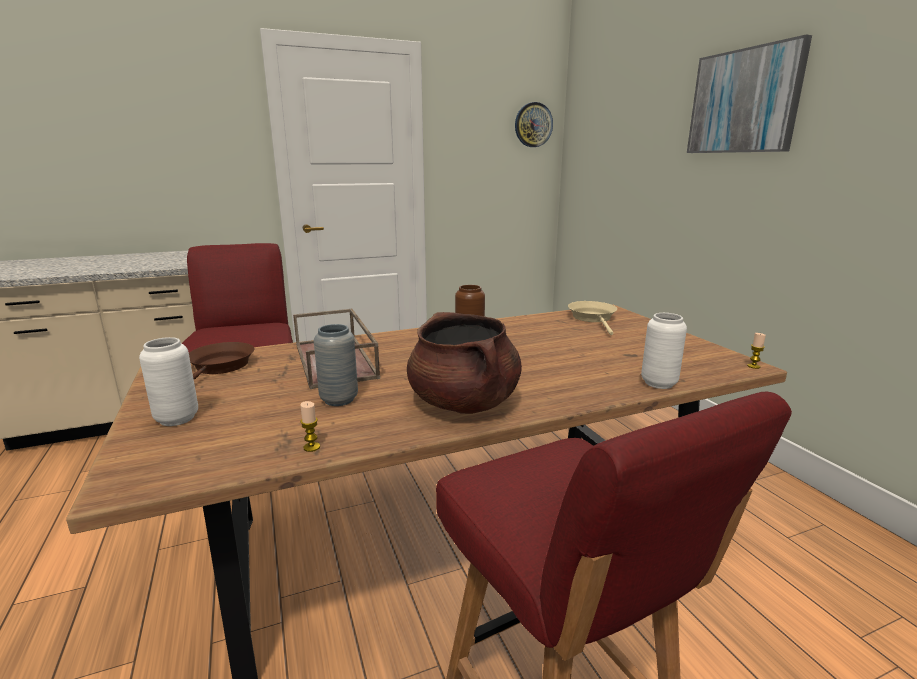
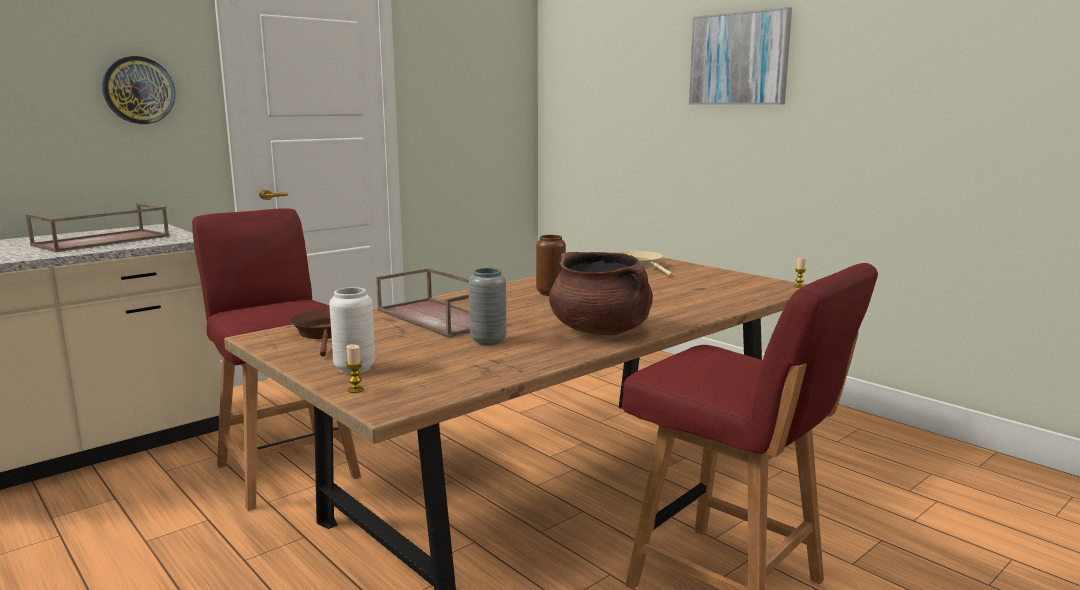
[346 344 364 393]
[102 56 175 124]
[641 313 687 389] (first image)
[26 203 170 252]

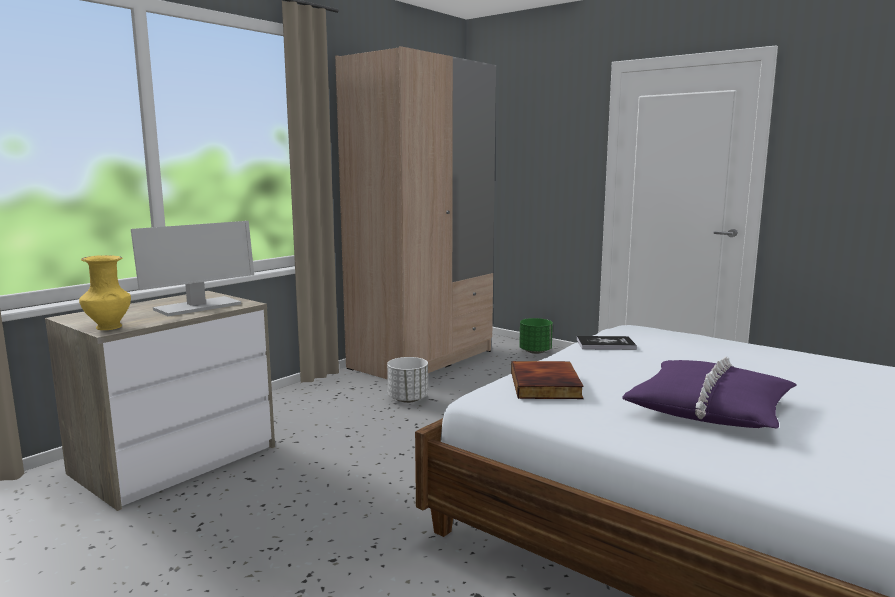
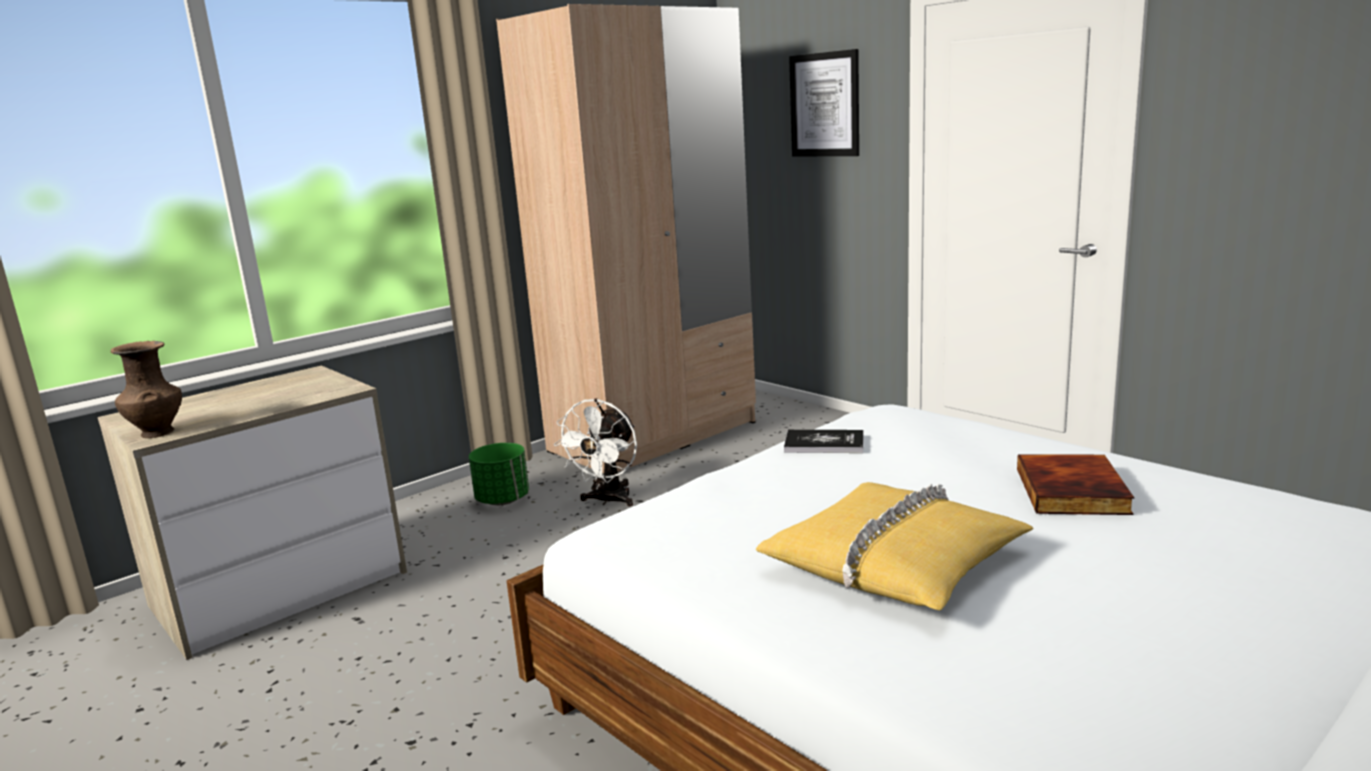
[110 341 182 438]
[131 221 254 316] (first image)
[554 398 637 506]
[1017 454 1134 515]
[469 443 529 505]
[756 482 1034 611]
[789 49 859 156]

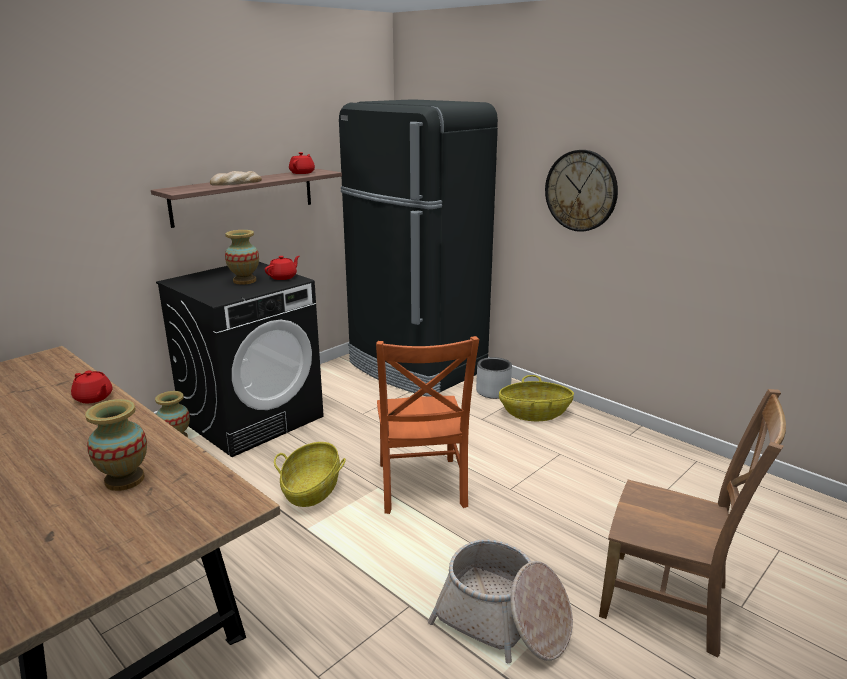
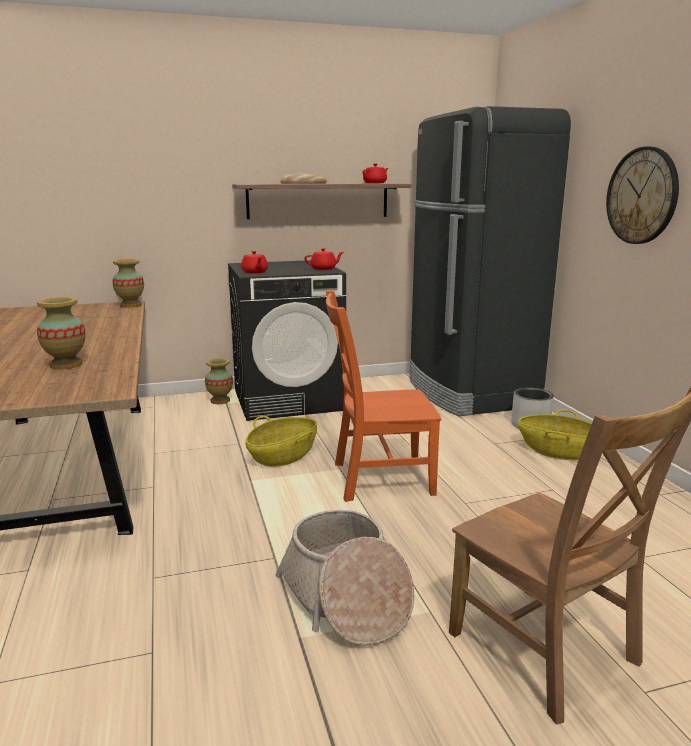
[241 251 268 274]
[112 259 144 308]
[326 290 441 502]

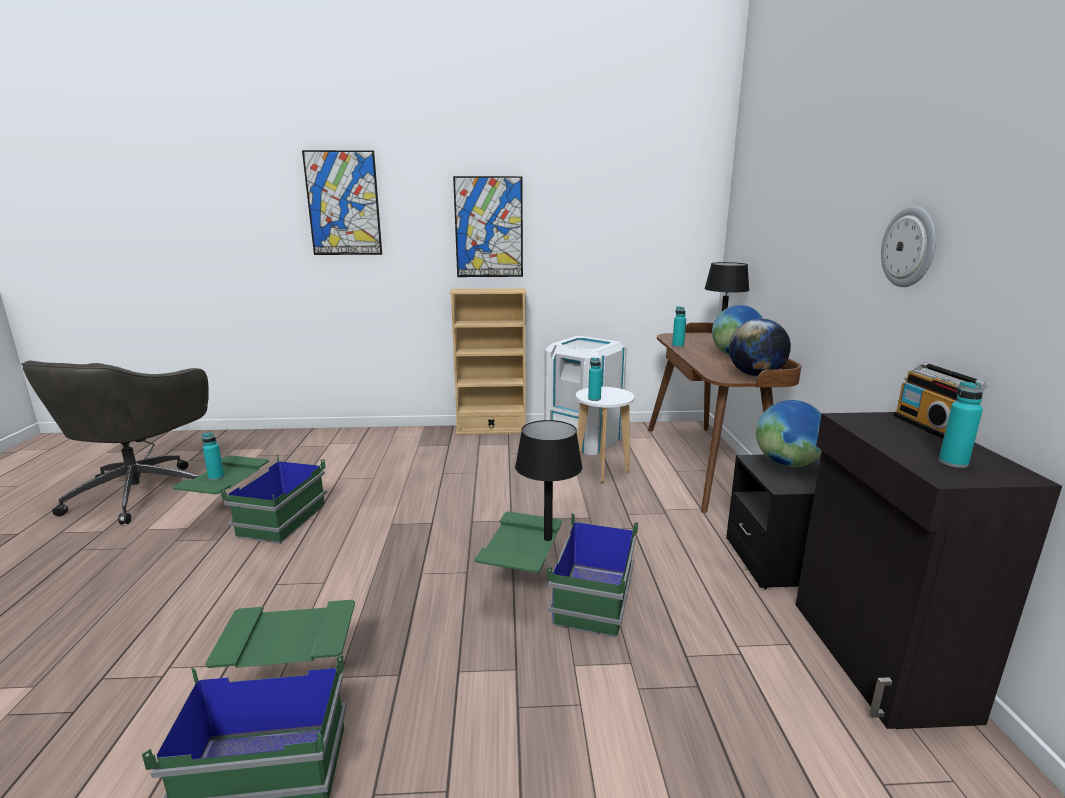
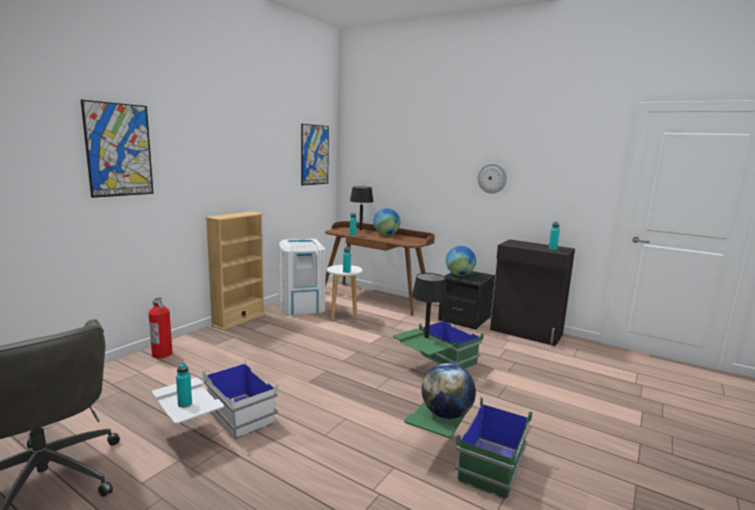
[152 358 279 439]
[301 124 329 186]
[422 363 476 419]
[893 362 987 439] (first image)
[148 297 172 358]

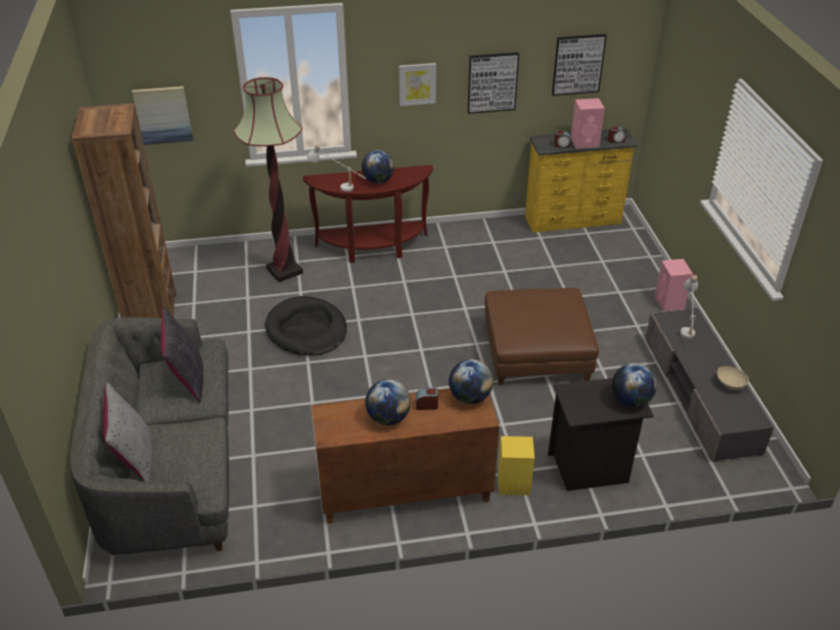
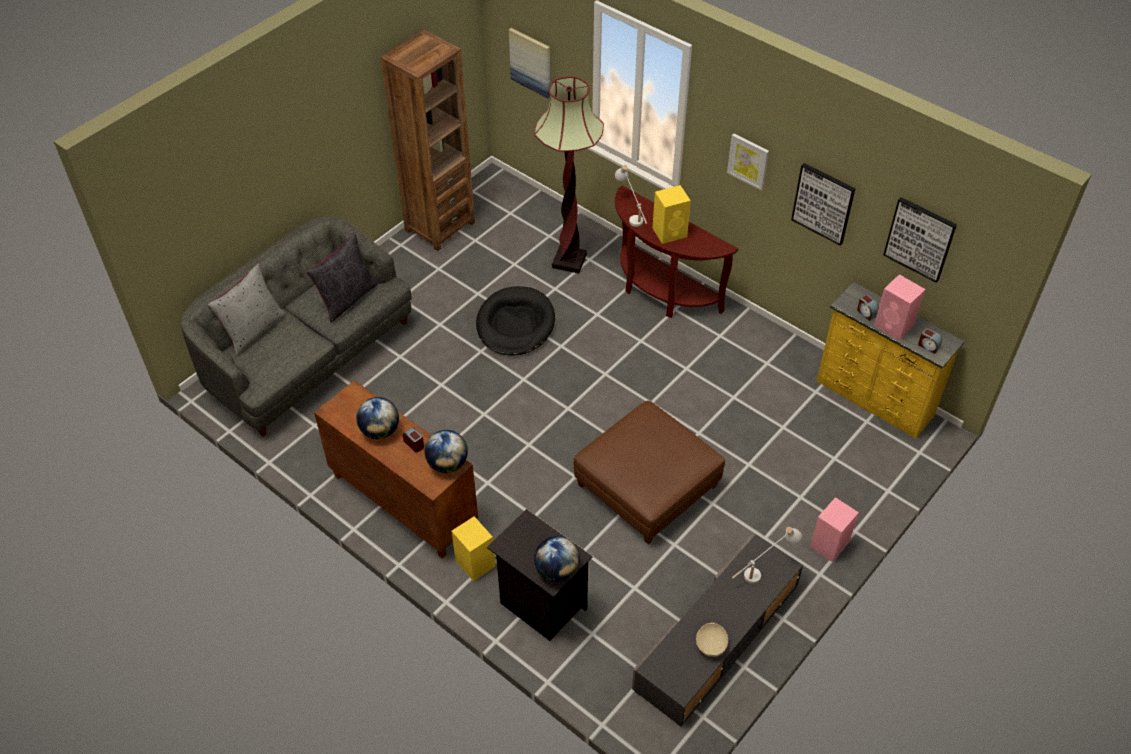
[652 185 691 244]

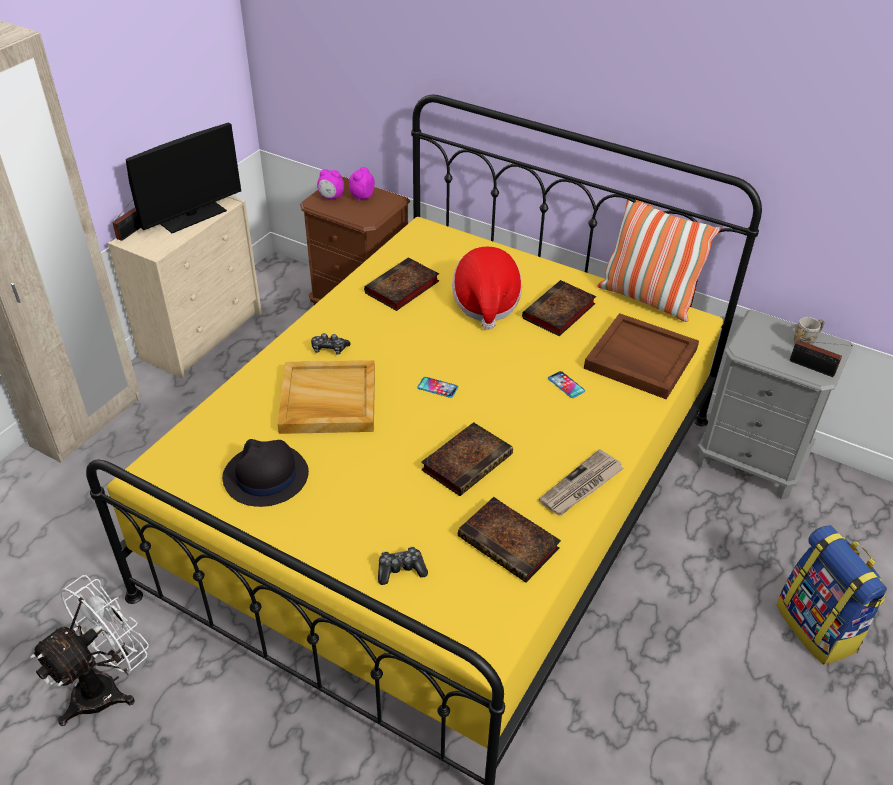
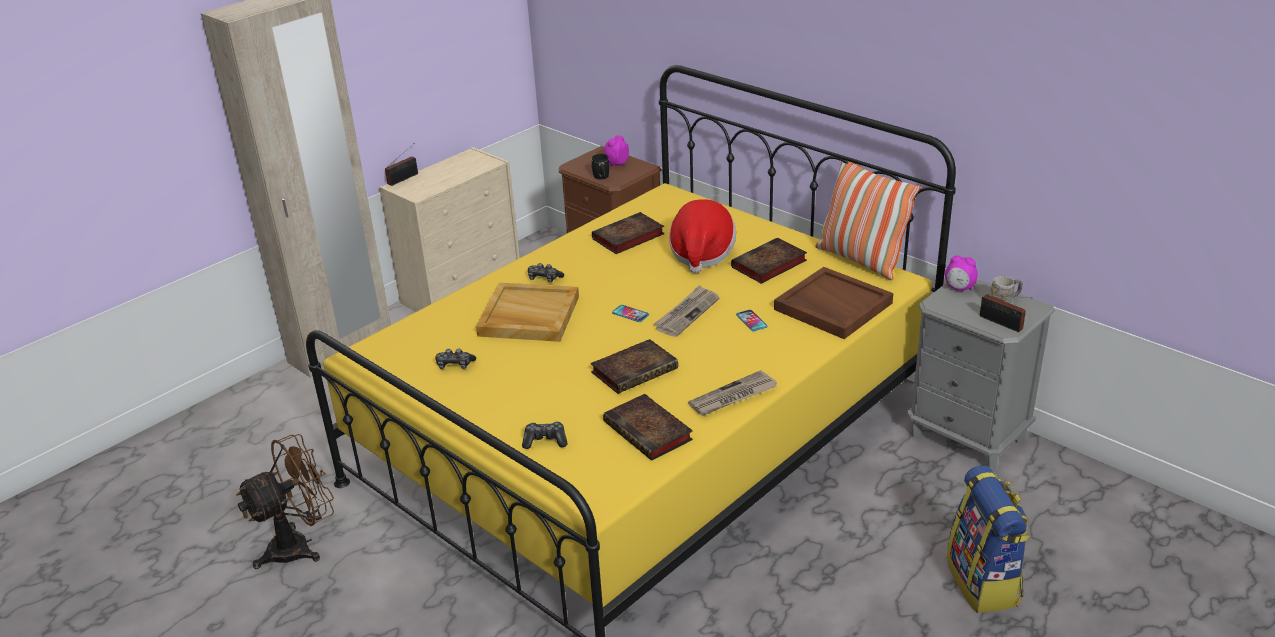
[236 434 334 569]
[126 123 241 233] (first image)
[435 349 476 369]
[945 256 978 291]
[591 154 610 179]
[654 285 720 337]

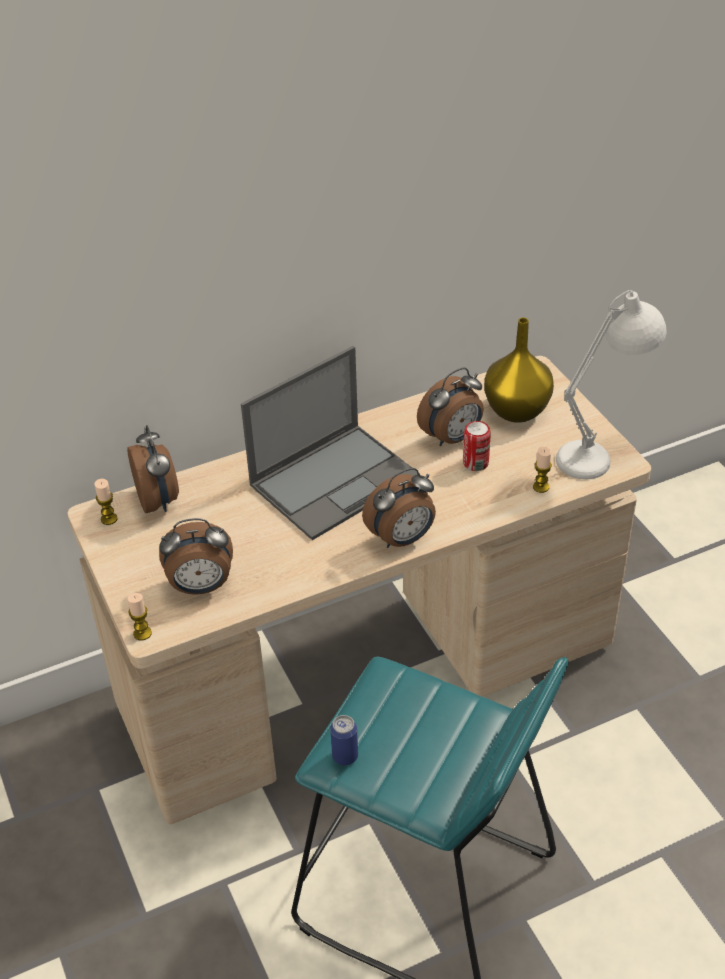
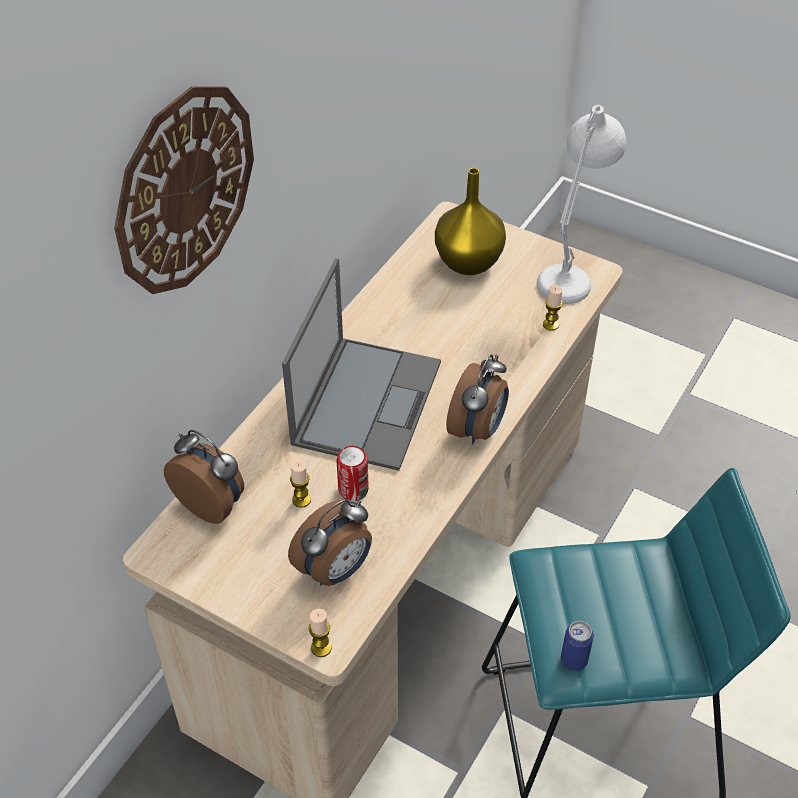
[290 459 311 508]
[417 368 484 446] (first image)
[337 446 369 501]
[114 86 254 294]

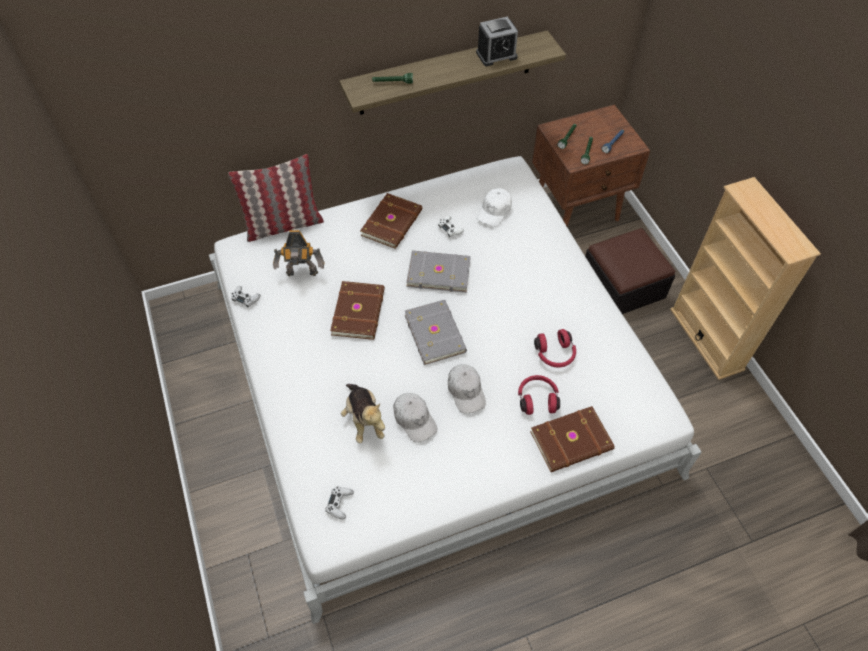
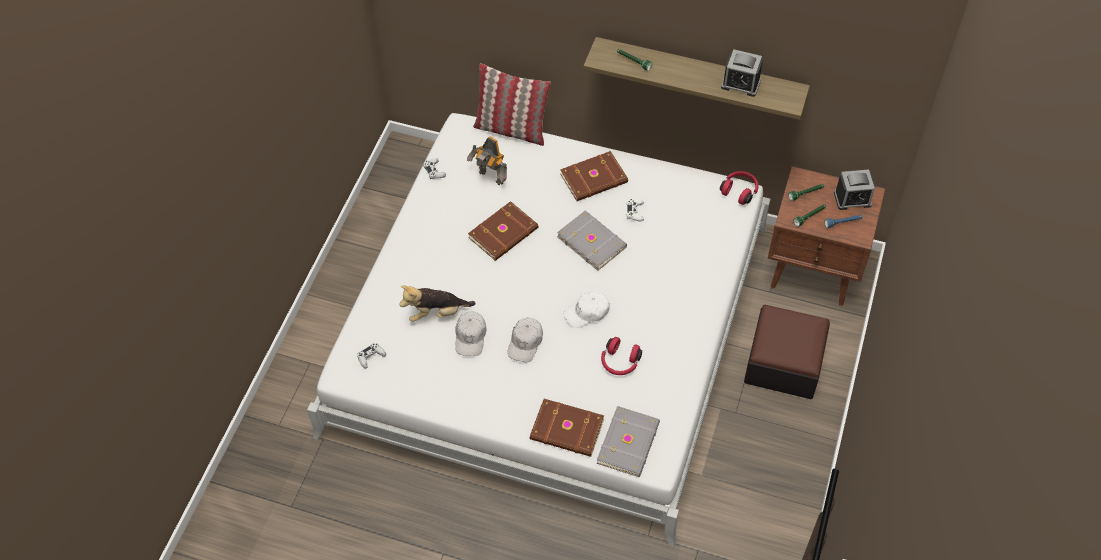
[400 285 476 322]
[596 406 660 477]
[564 291 610 328]
[720 171 759 205]
[670 177 821 380] (first image)
[834 169 875 210]

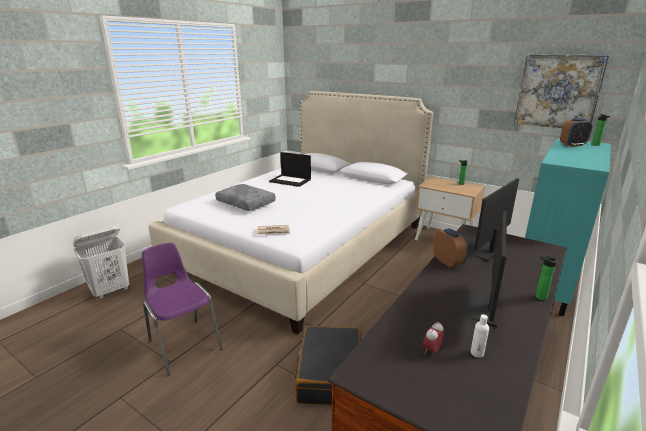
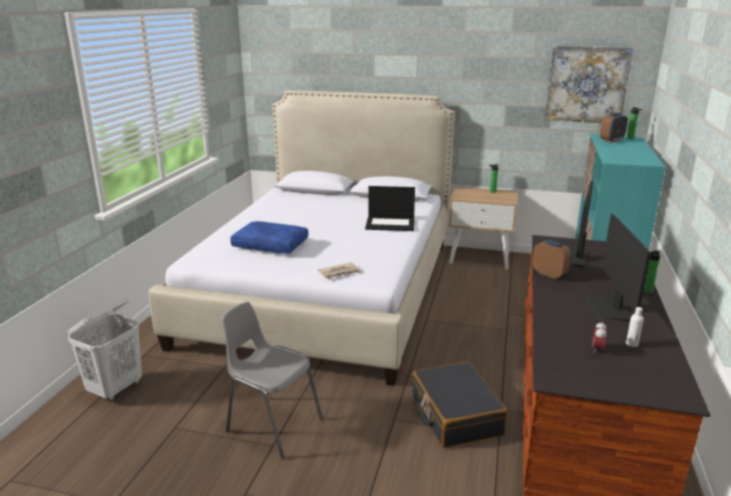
[221 302 323 459]
[230 221 308 254]
[365 186 415 231]

